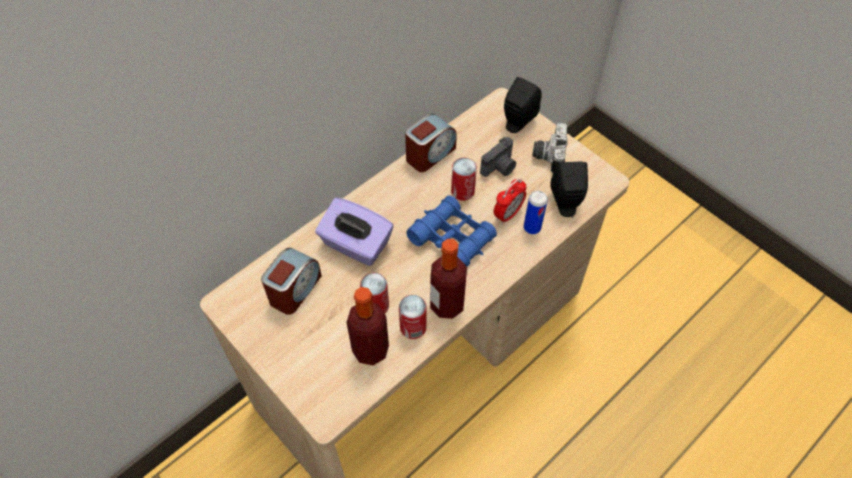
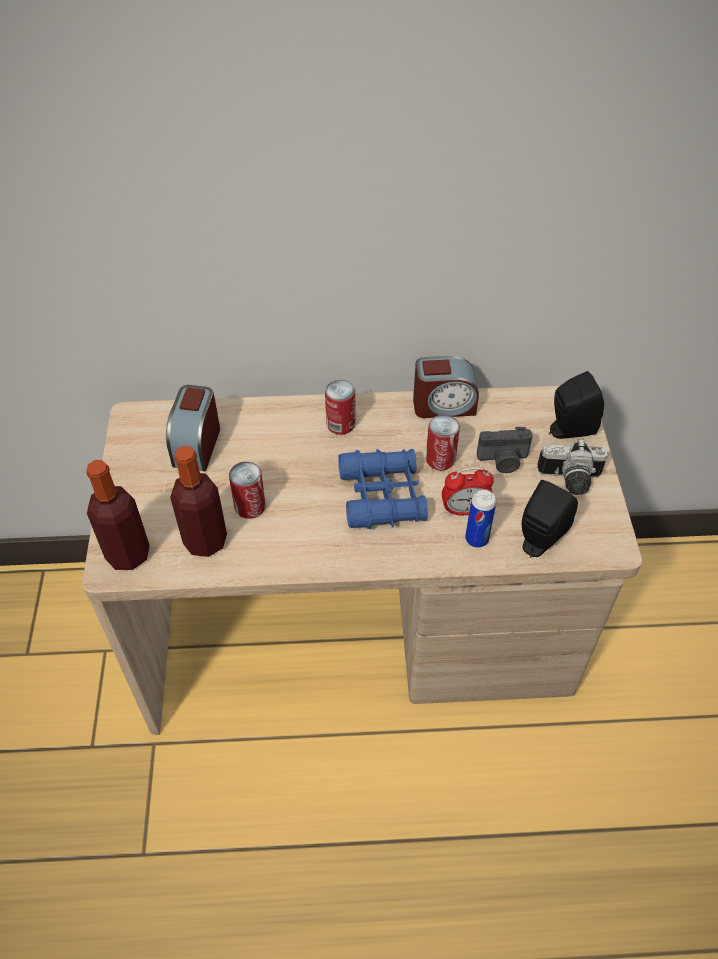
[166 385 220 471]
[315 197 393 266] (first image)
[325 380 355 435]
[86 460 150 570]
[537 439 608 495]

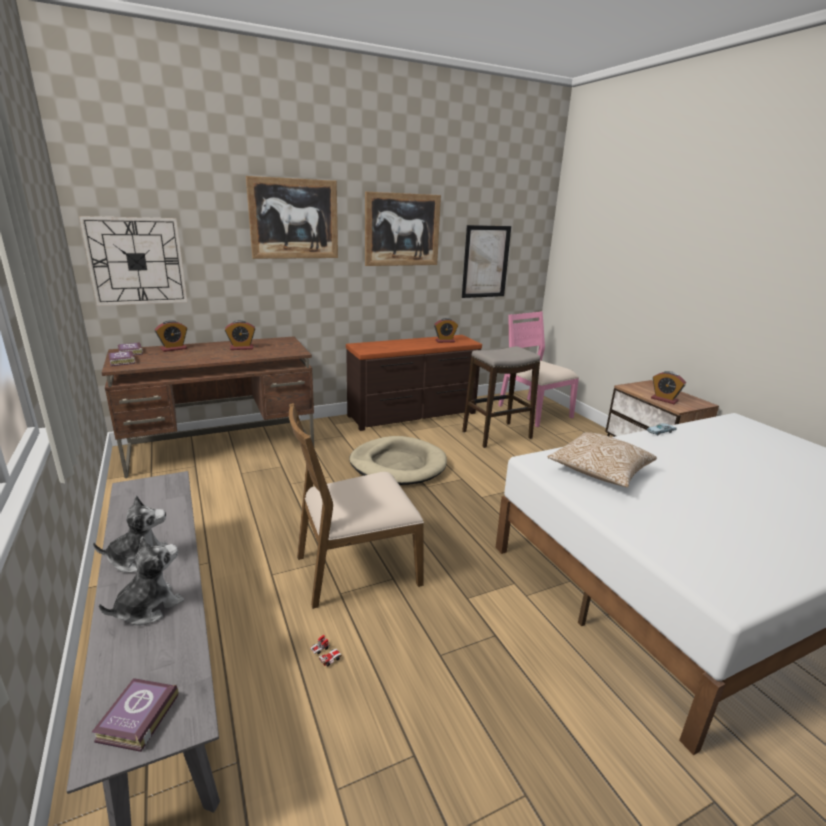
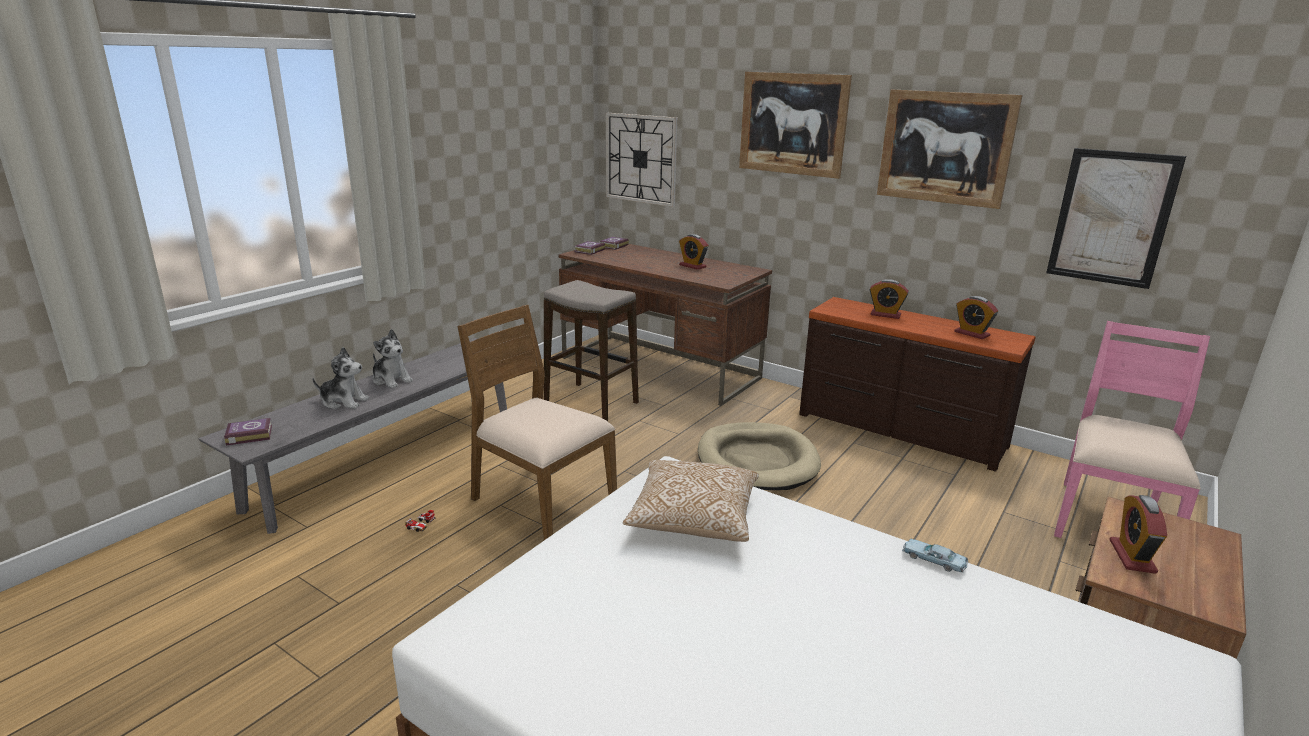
[870 279 909 319]
[544 280 639 421]

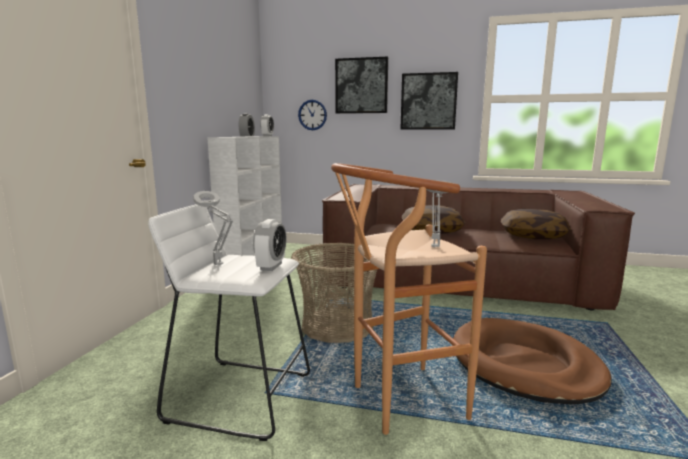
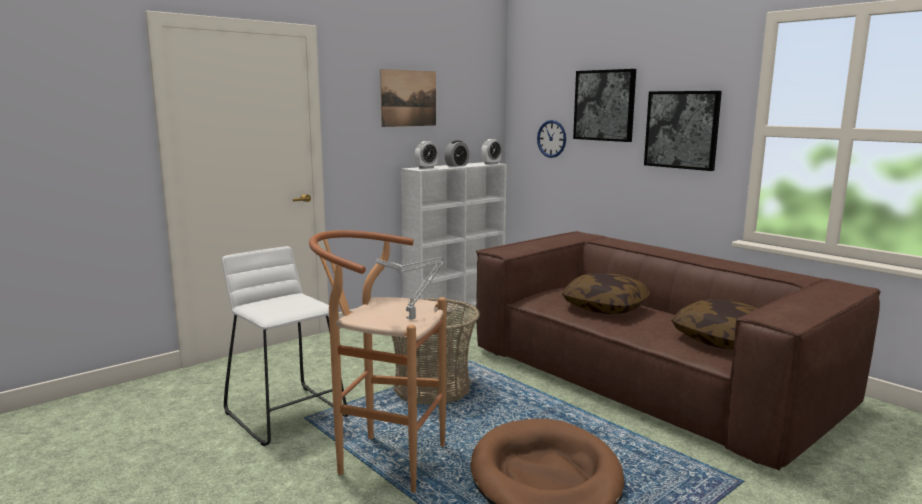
[194 191 233 265] (first image)
[415 141 438 169]
[380 69 436 127]

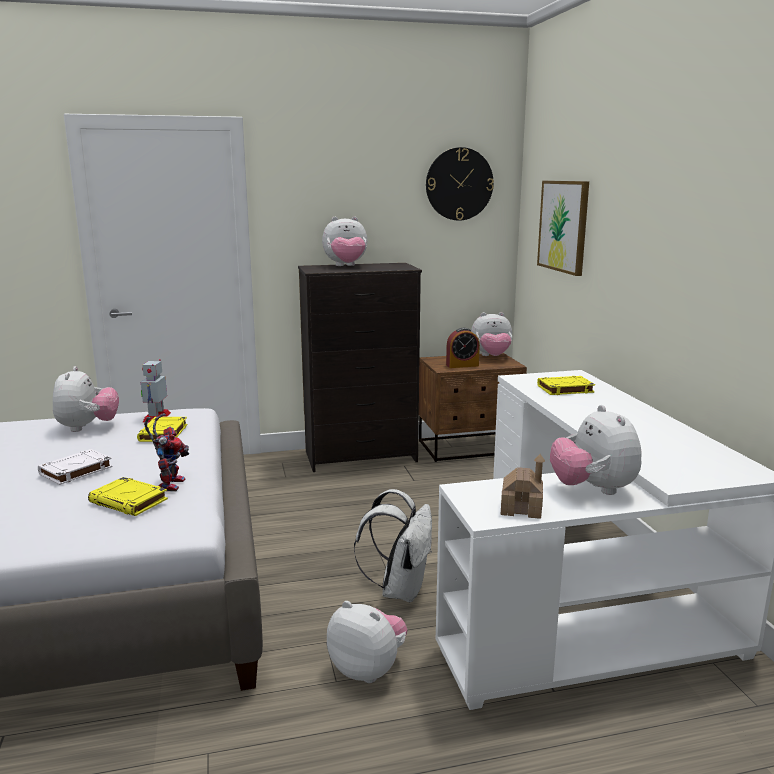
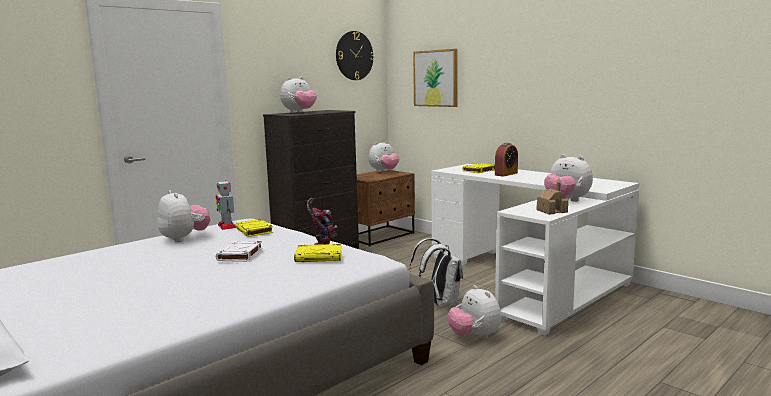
[448 285 501 339]
[495 143 518 177]

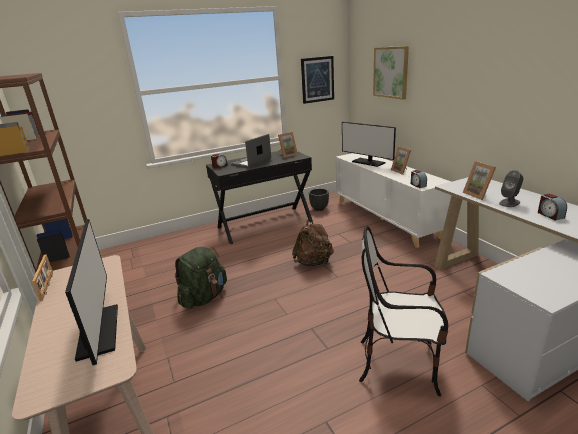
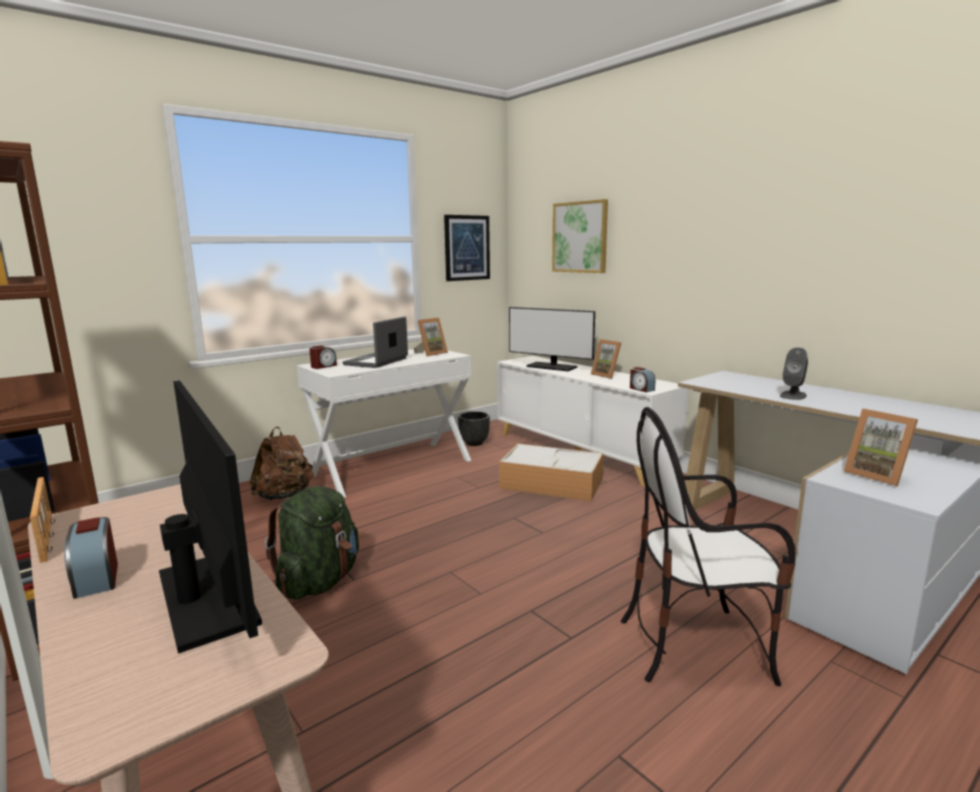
[297 349 471 498]
[250 427 314 500]
[844 408 918 487]
[64 517 118 599]
[499 444 603 501]

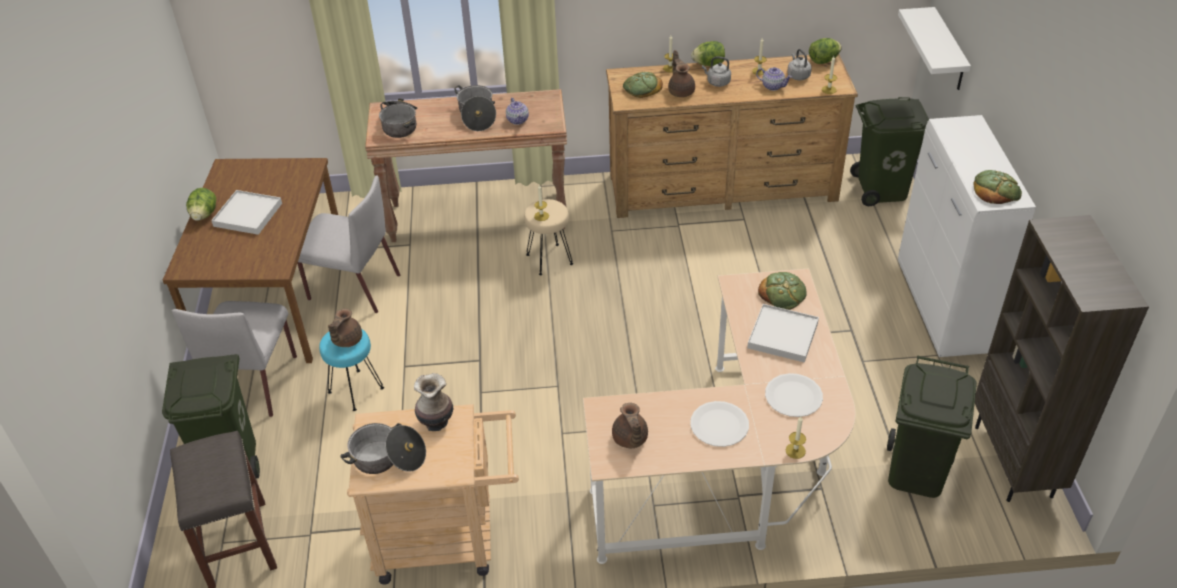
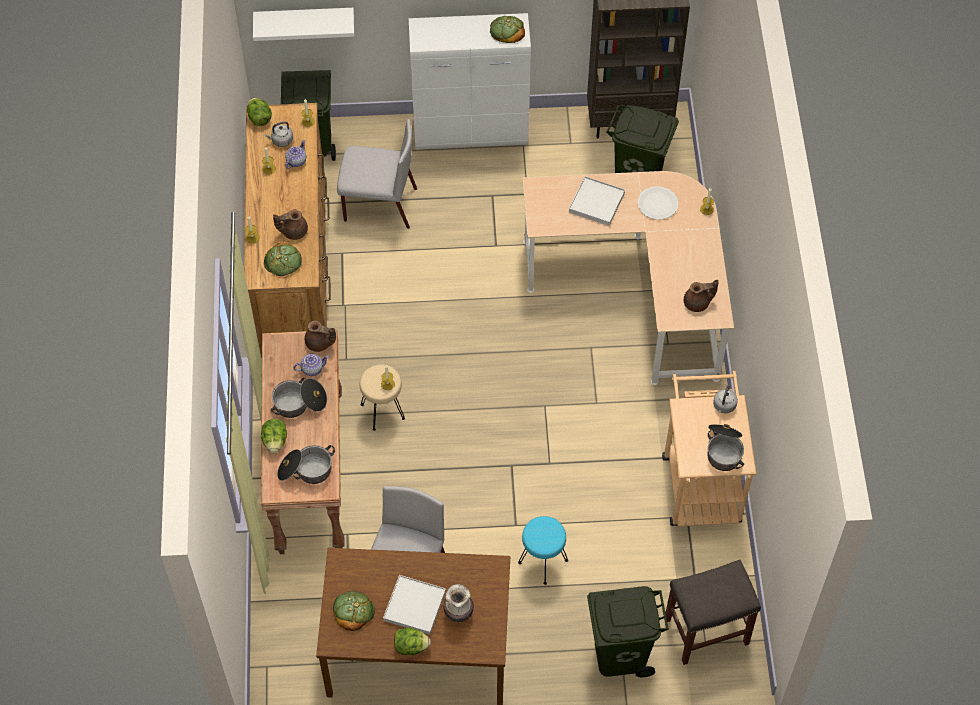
[337 119 417 229]
[305 320 336 352]
[443 584 474 622]
[690 401 749 447] (first image)
[261 419 287 453]
[713 385 738 413]
[333 591 375 631]

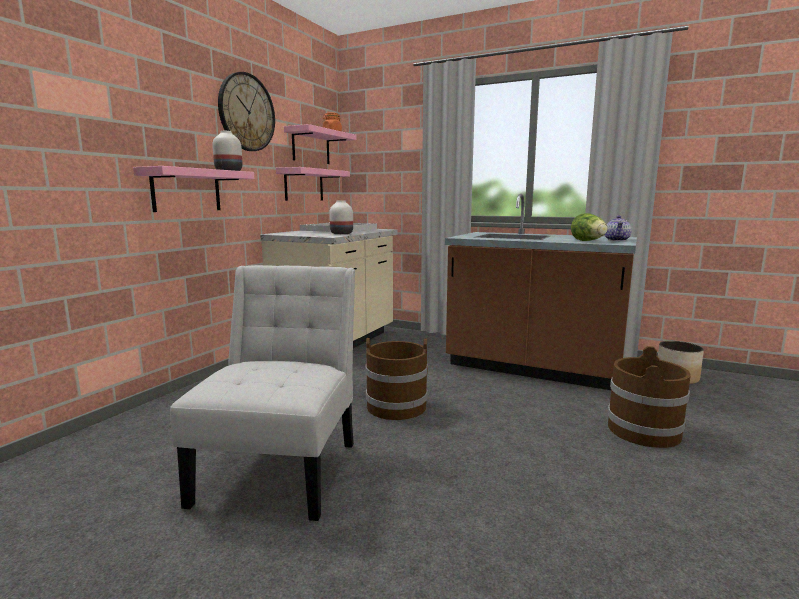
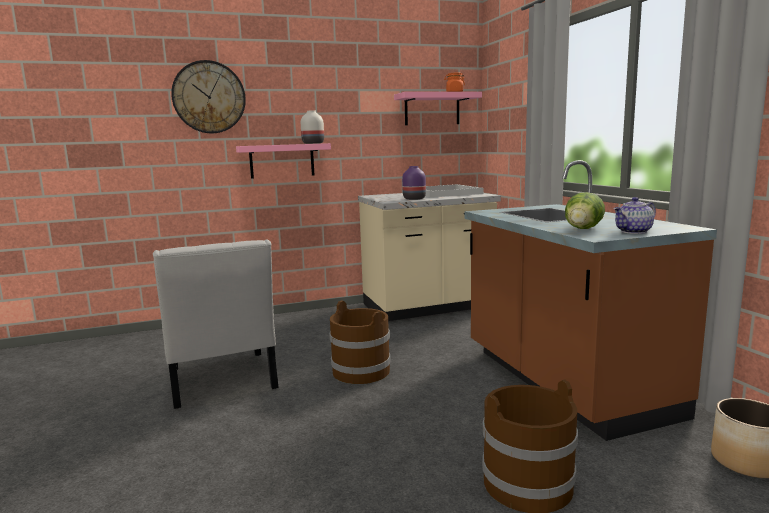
[153 239 279 409]
[171 60 246 133]
[276 167 350 201] (first image)
[402 166 426 200]

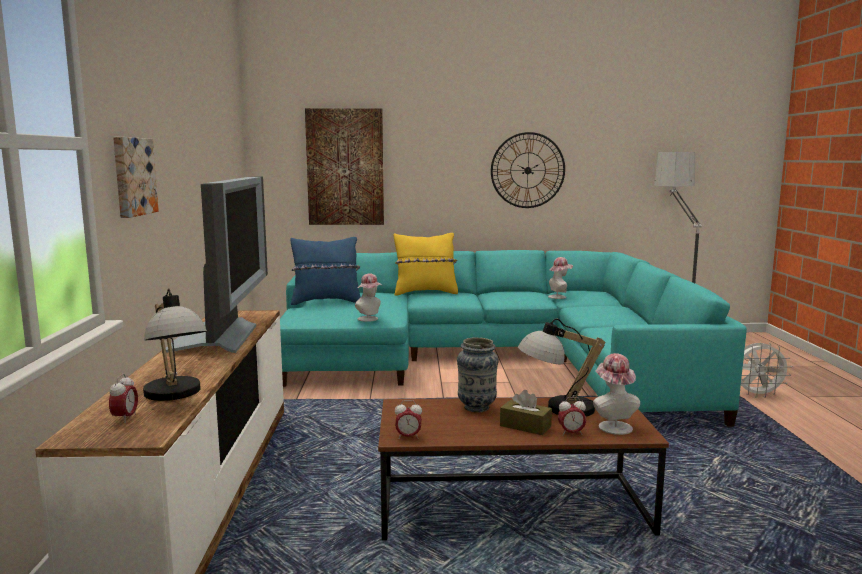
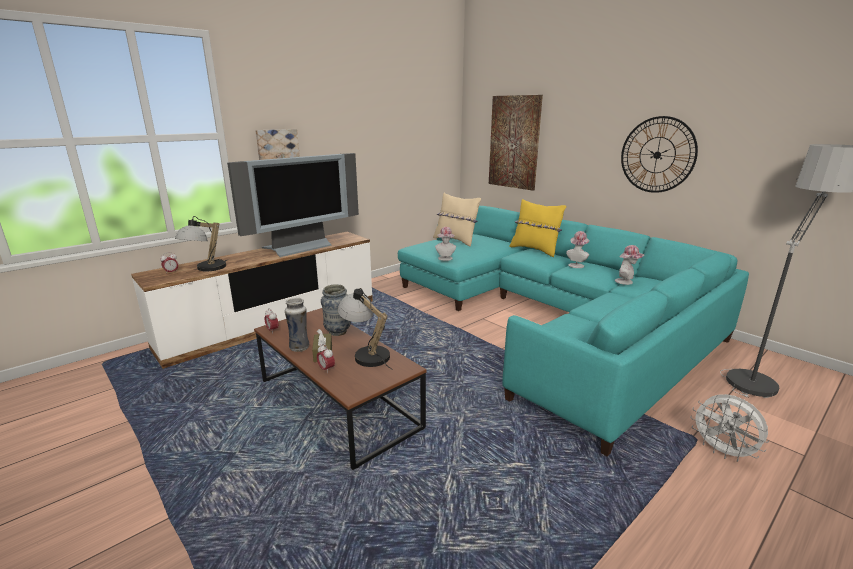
[433 193 481 247]
[566 231 590 268]
[285 298 309 352]

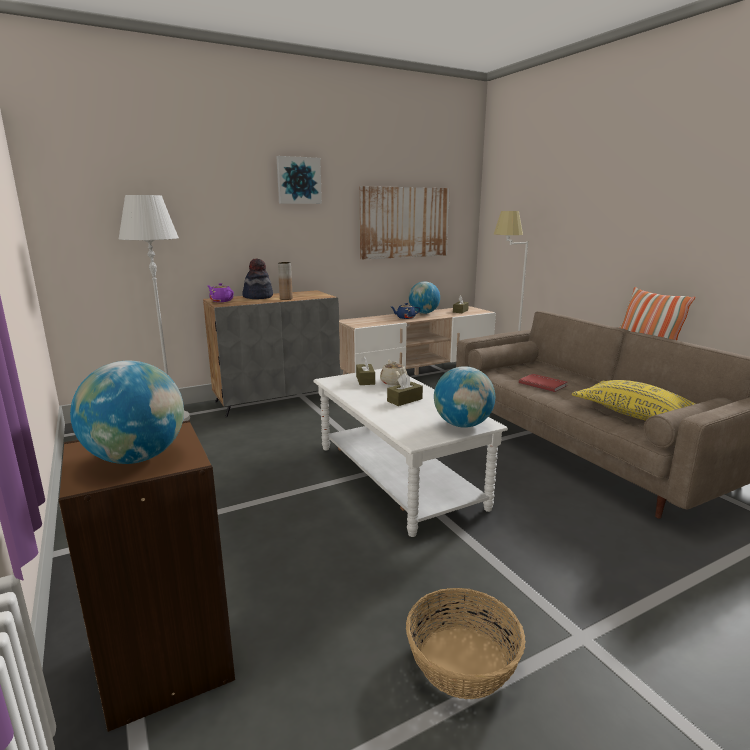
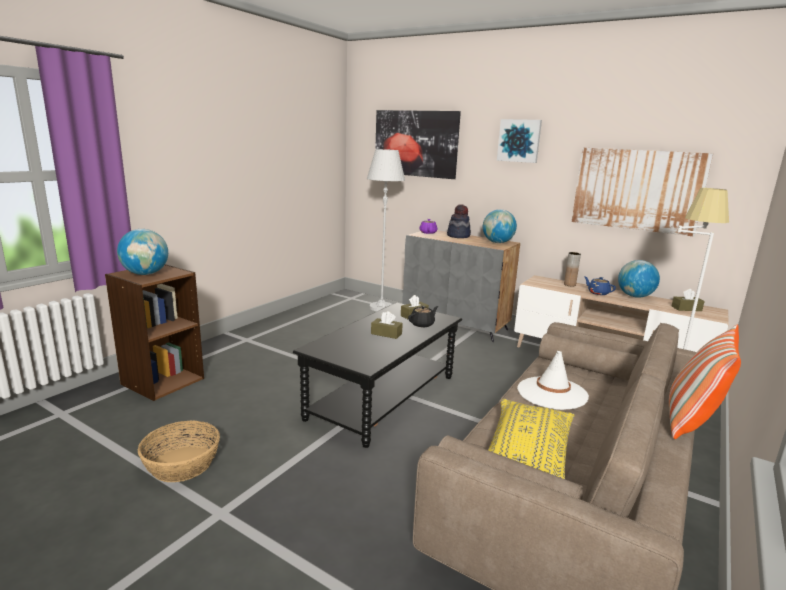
[564 252 581 287]
[293 303 462 448]
[408 306 438 327]
[483 209 517 243]
[517 351 589 410]
[375 110 461 179]

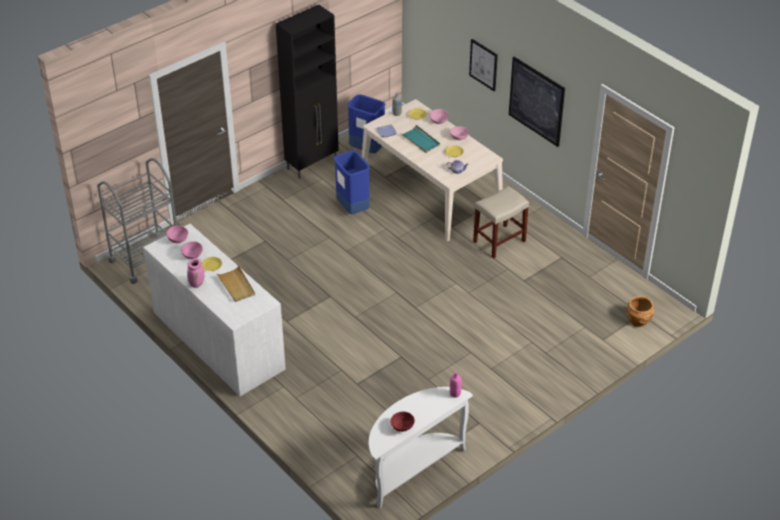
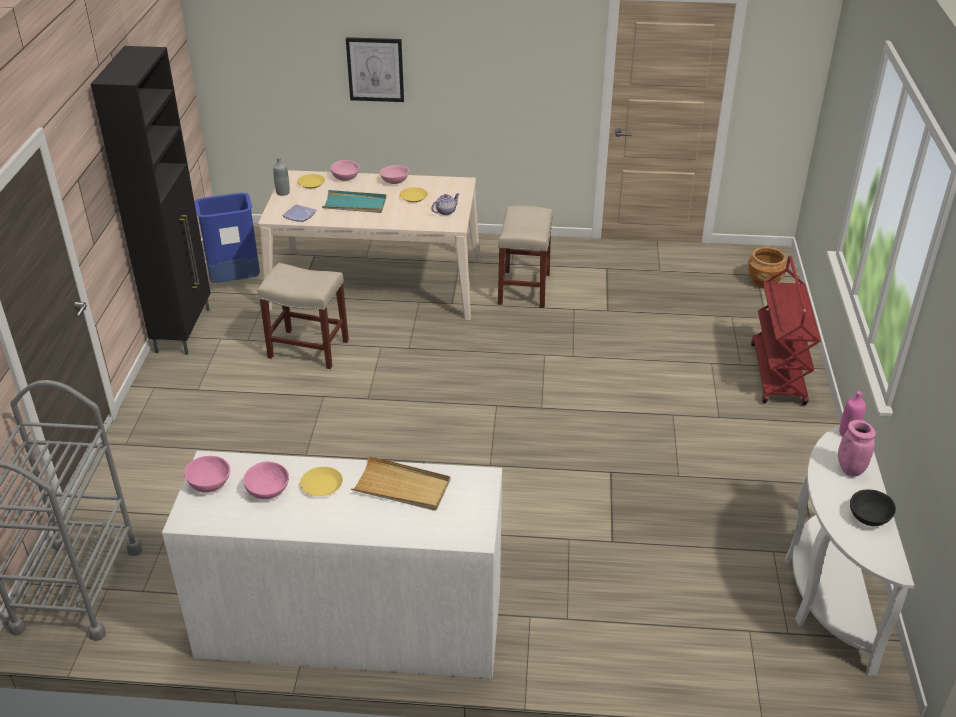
[838 420 876 477]
[257 263 349 369]
[850 490 896 526]
[509 57 565 147] (first image)
[751 256 821 405]

